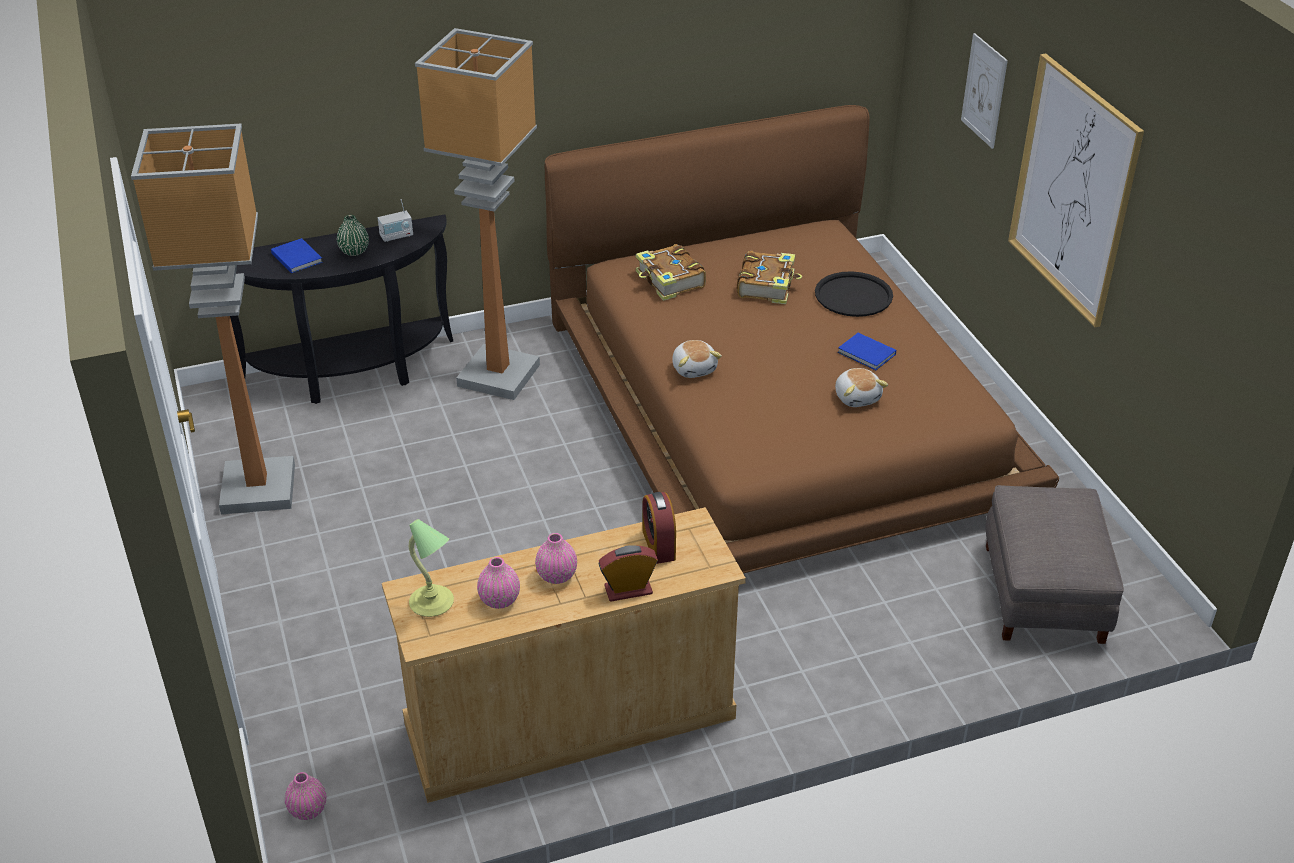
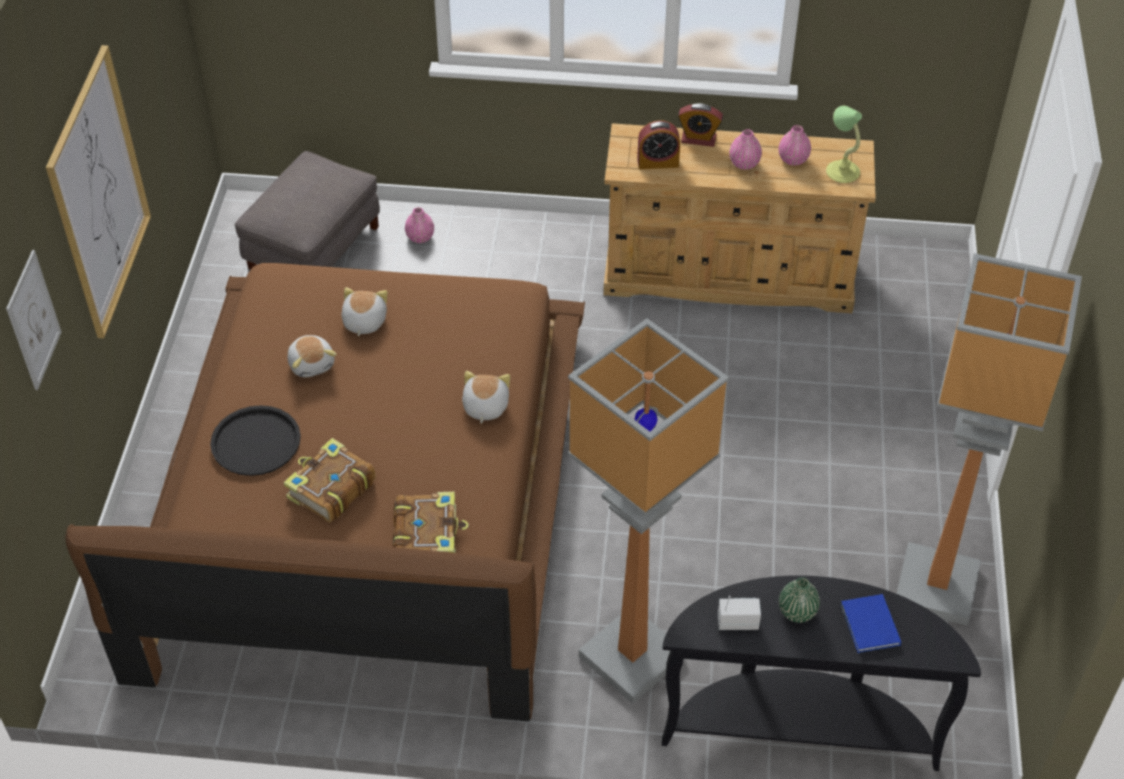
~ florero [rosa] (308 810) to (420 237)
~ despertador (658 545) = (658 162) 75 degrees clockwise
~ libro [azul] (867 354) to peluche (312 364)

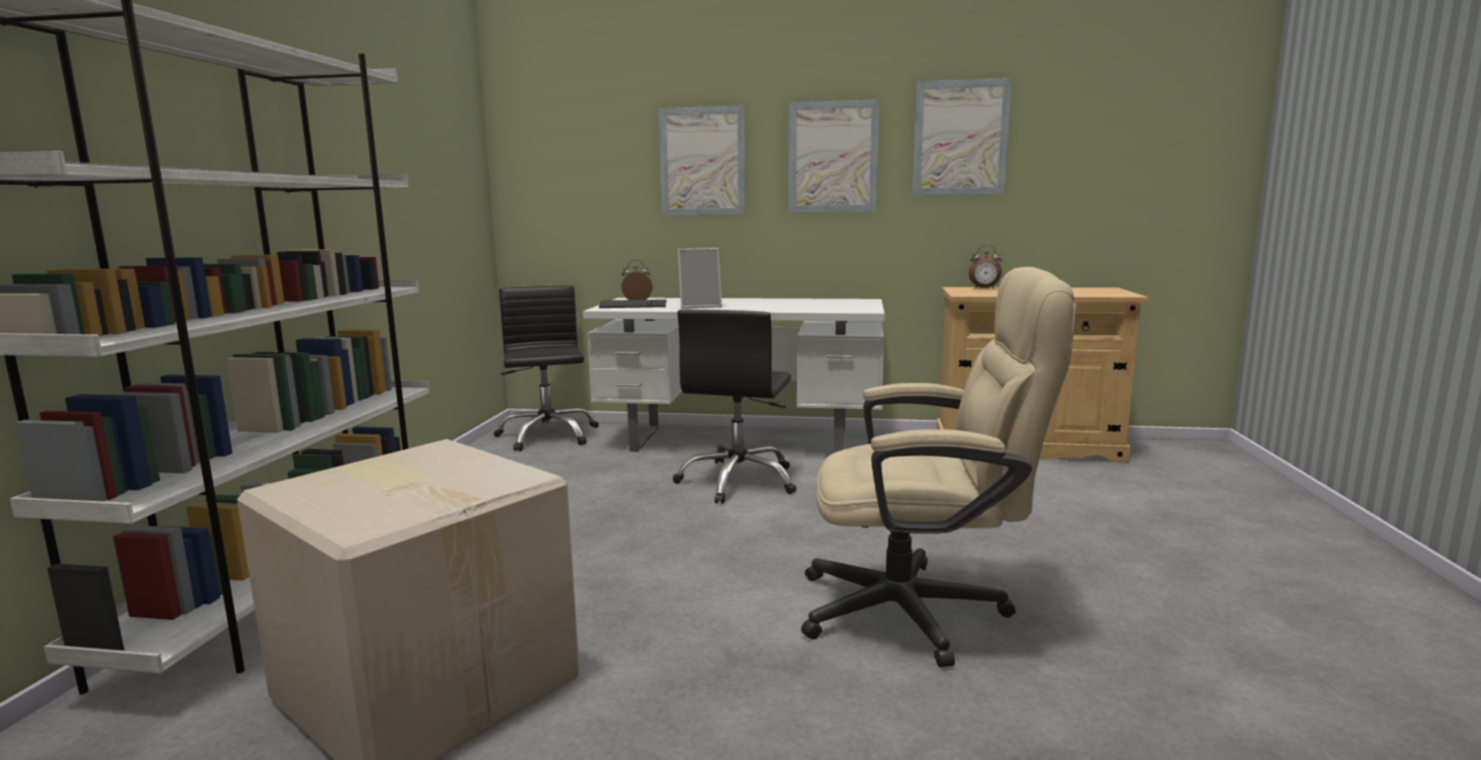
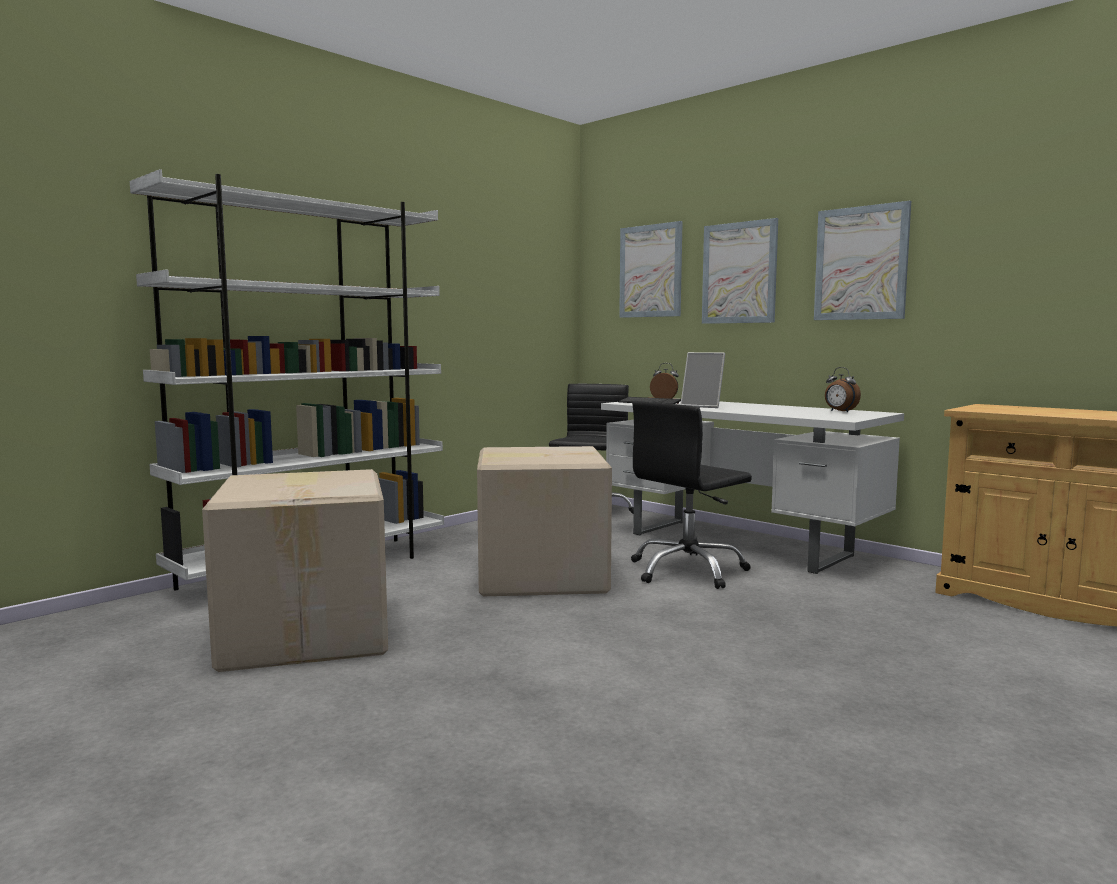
- silla de oficina [beis] (922 611)
~ cuadro (960 138) to (650 271)
~ despertador (984 288) to (840 411)
+ caja de cartón (539 575)

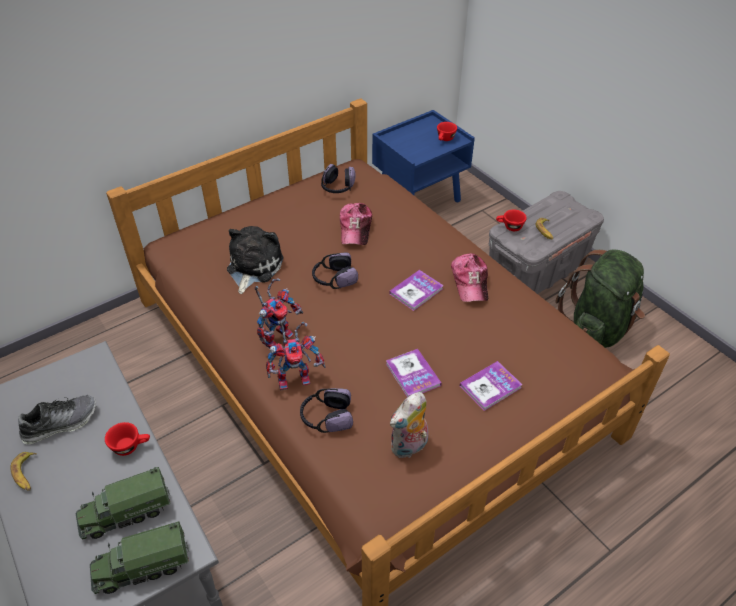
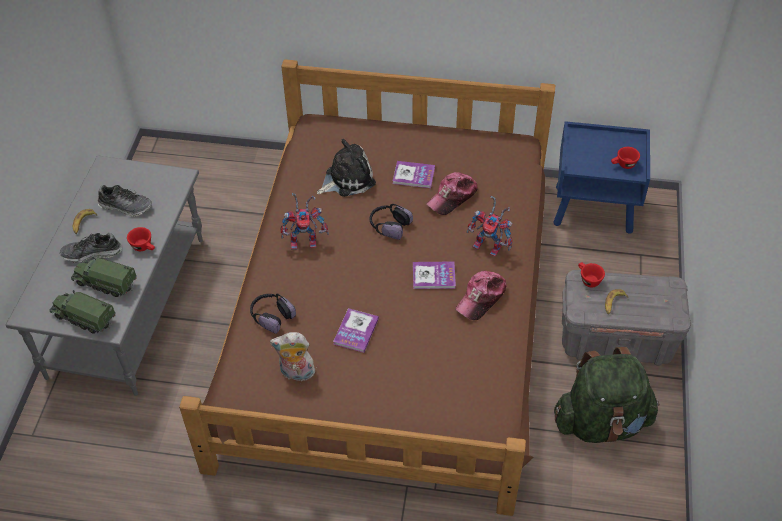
~ robot de juguete (296 377) to (490 246)
- auriculares (337 188)
~ libro (490 386) to (413 175)
+ zapato (92 253)

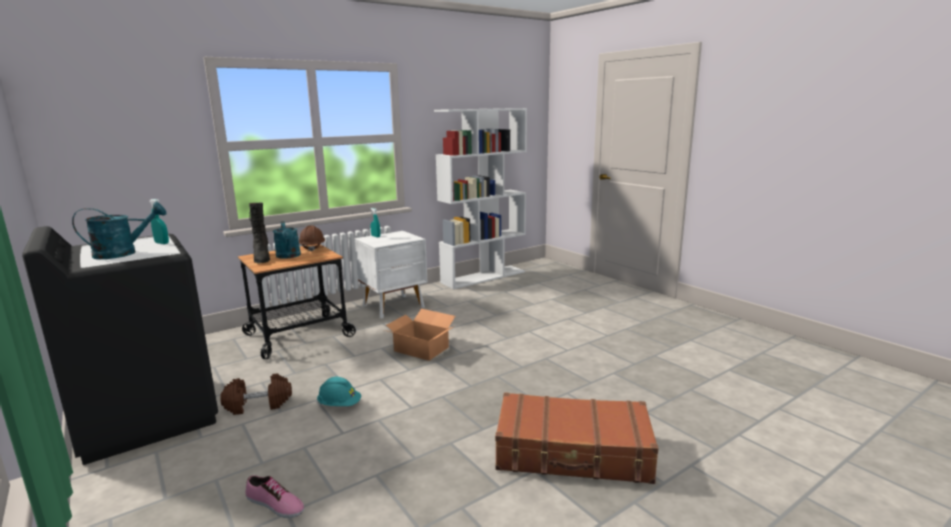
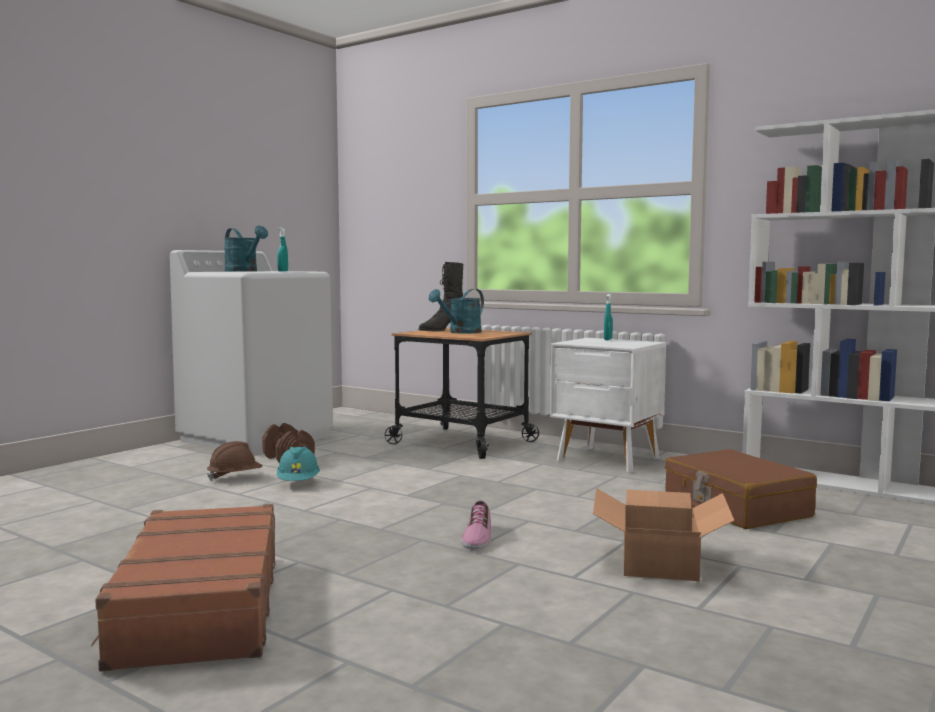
~ lavadora [negro] (147 416) to lavadora [blanco] (257 438)
~ zapato (274 505) to (476 537)
~ casco [marrón] (312 247) to (235 477)
~ caja de cartón (421 349) to (660 561)
+ maleta [marrón] (735 507)

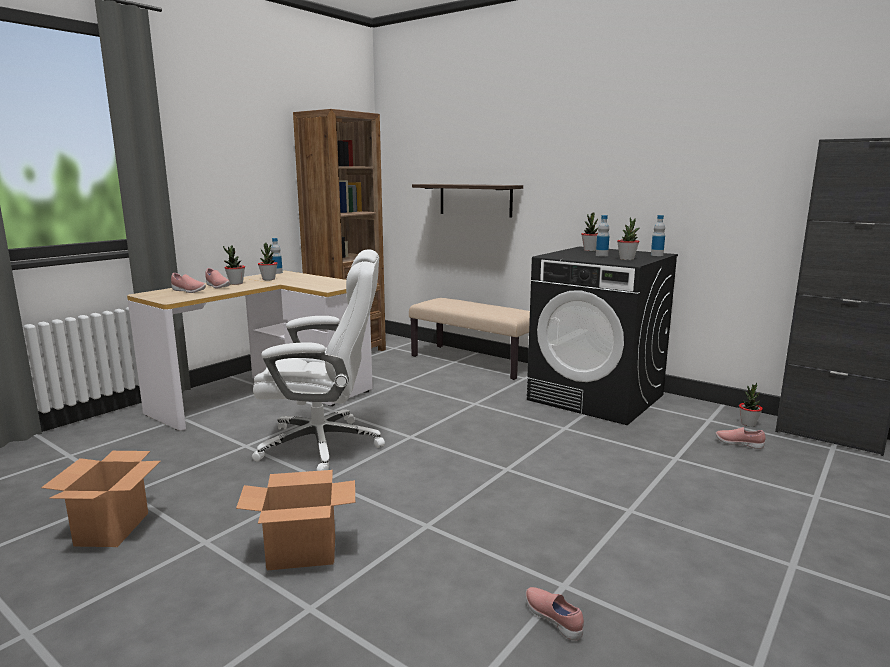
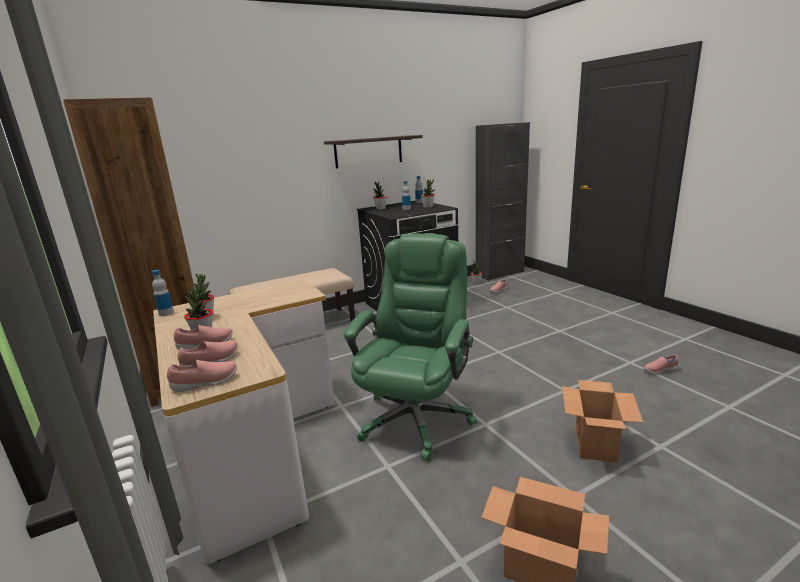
~ silla de oficina [blanco] (323 445) to silla de oficina [verde] (416 418)
~ estante (475 200) to (368 151)
+ zapato [rosa] (205 383)

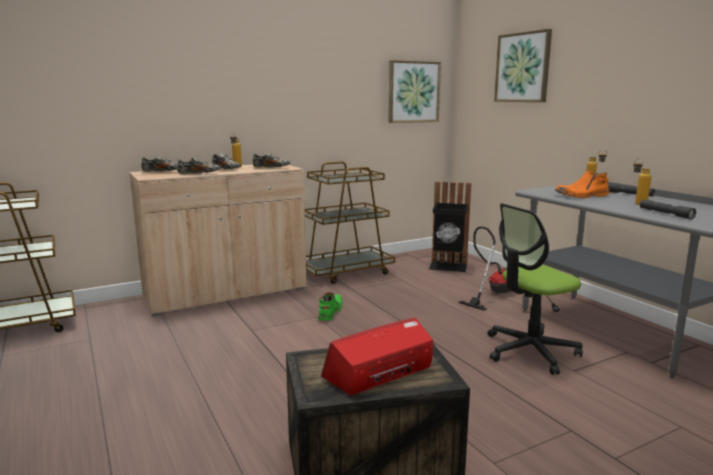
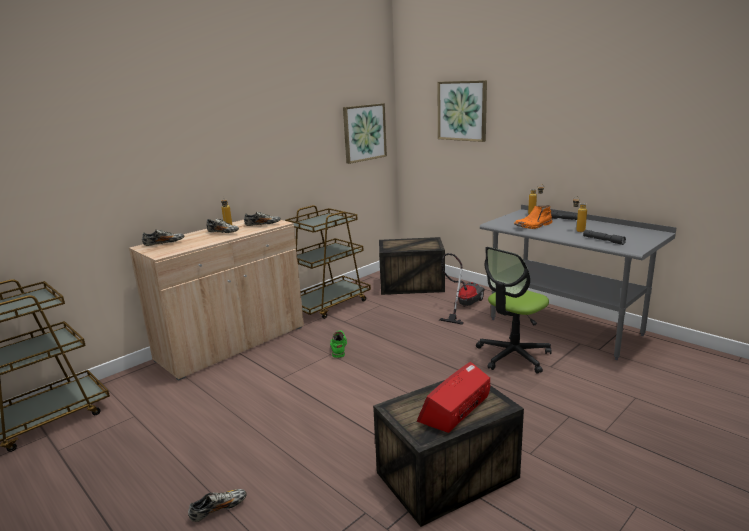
~ zapato (199 174) to (218 510)
~ papelera [negro] (448 266) to caja de embalaje (412 285)

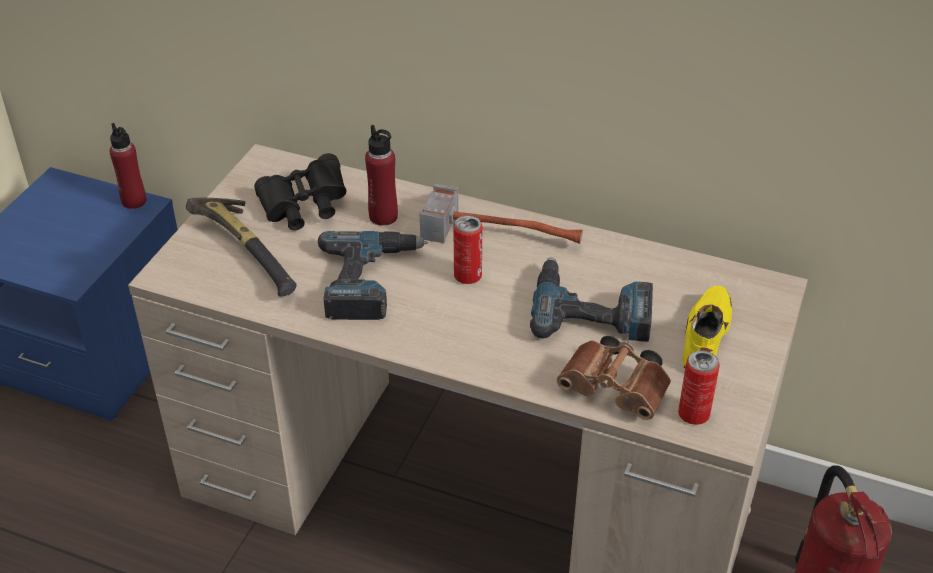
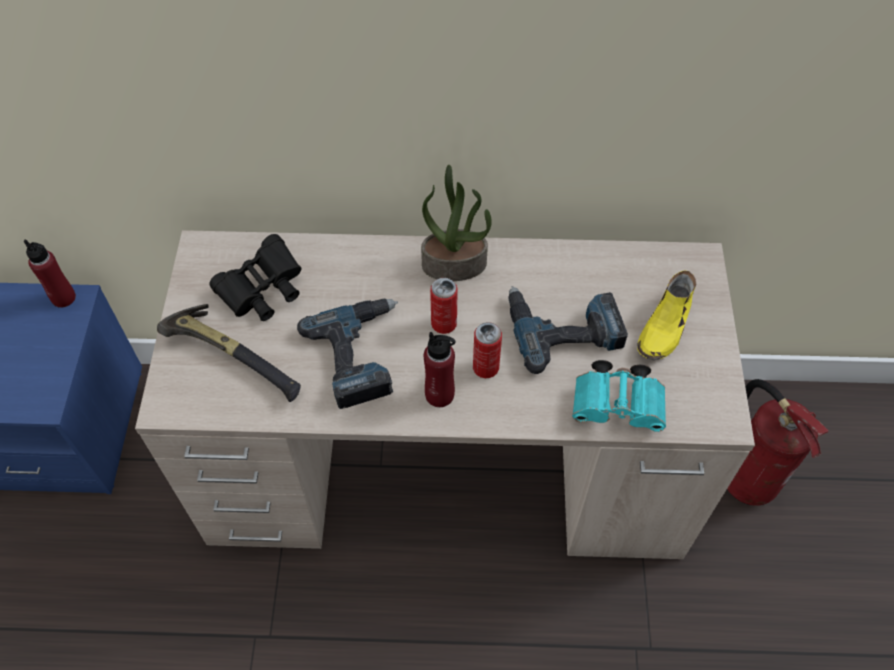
~ botella [rojo] (383 216) to (439 394)
~ martillo (505 230) to planta en maceta (455 264)
~ prismáticos [marrón] (617 391) to prismáticos [turquesa] (620 406)
~ lata (693 414) to (485 368)
~ zapato [amarillo] (704 336) = (665 327) 150 degrees counterclockwise

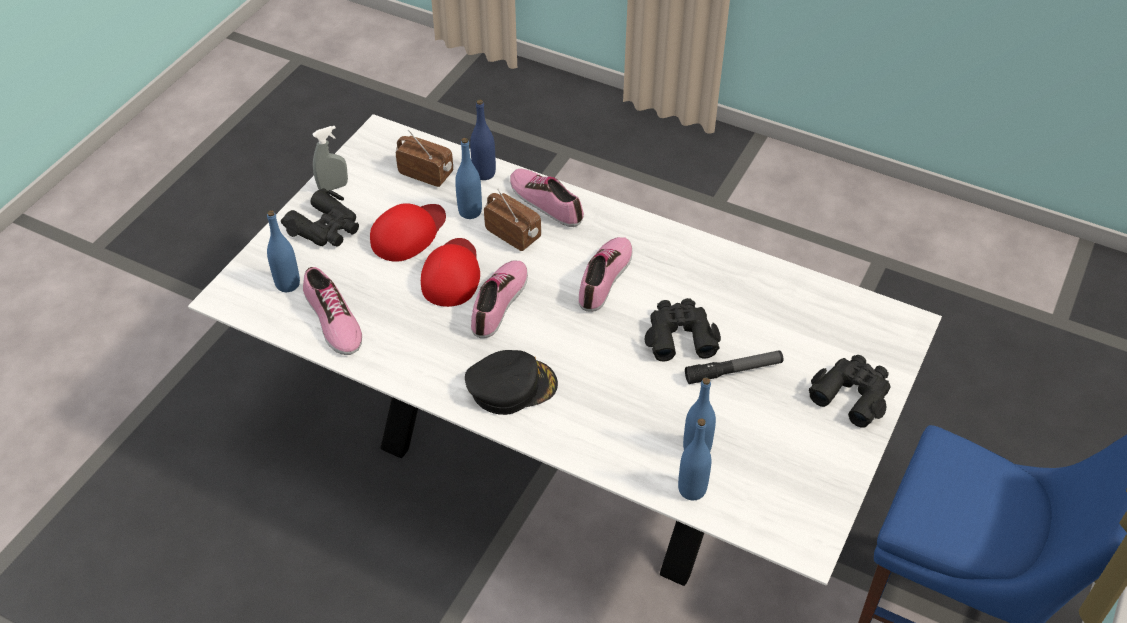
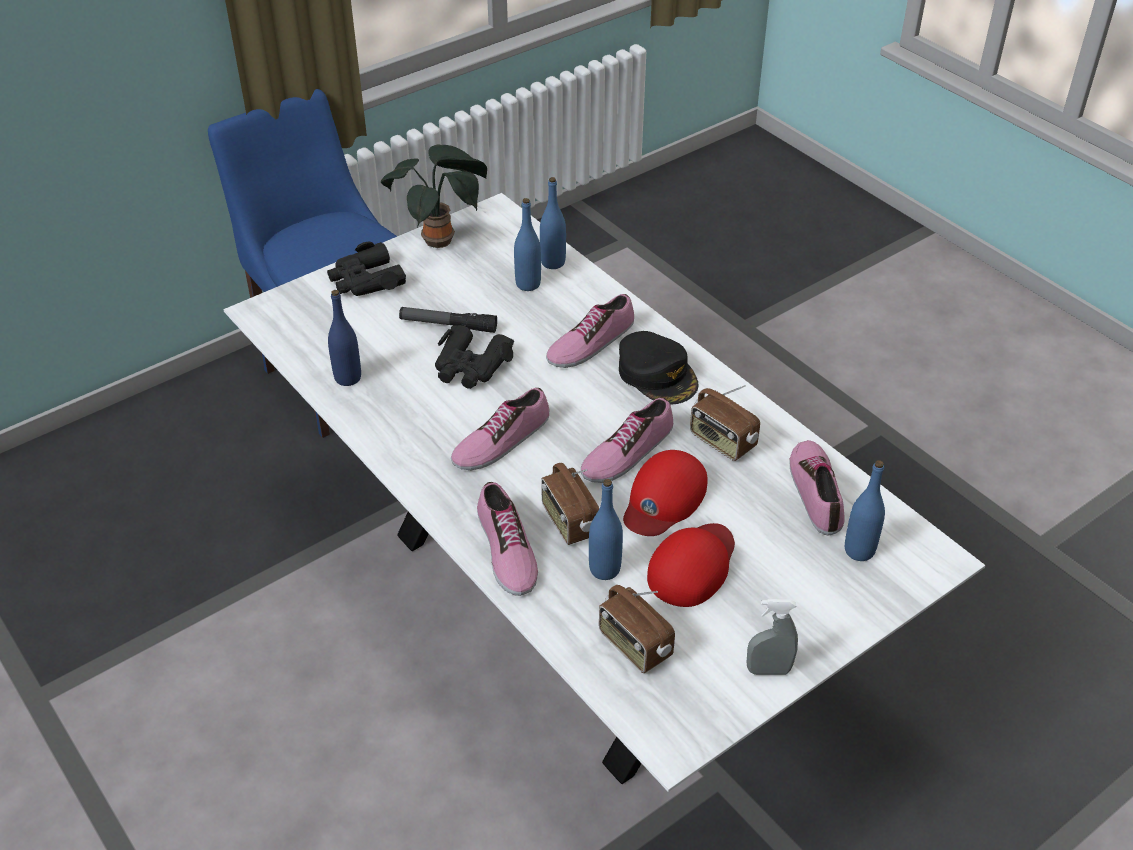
- prismáticos [negro] (326 228)
~ gorra [rojo] (408 233) = (692 566) 150 degrees clockwise
~ gorra [negro] (511 386) = (657 374) 135 degrees counterclockwise
~ botella [azul] (484 173) to (348 378)
+ planta en maceta (441 239)
+ zapato (590 342)
+ radio (722 442)

